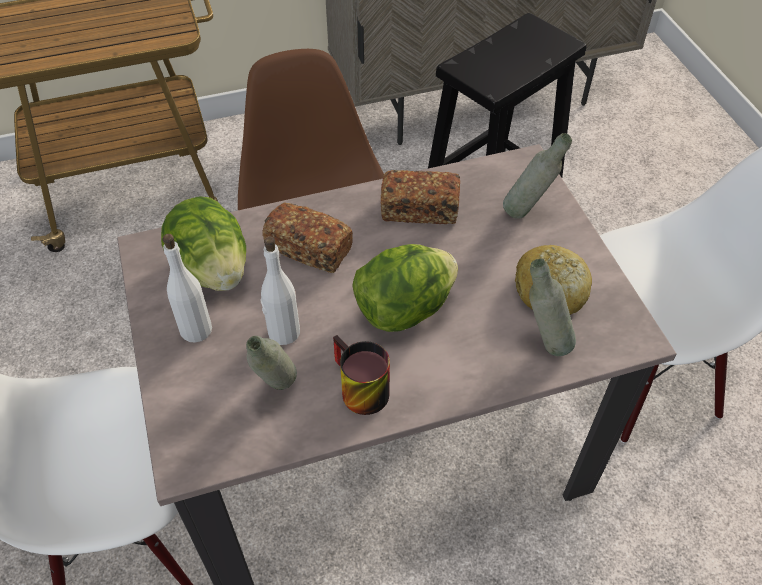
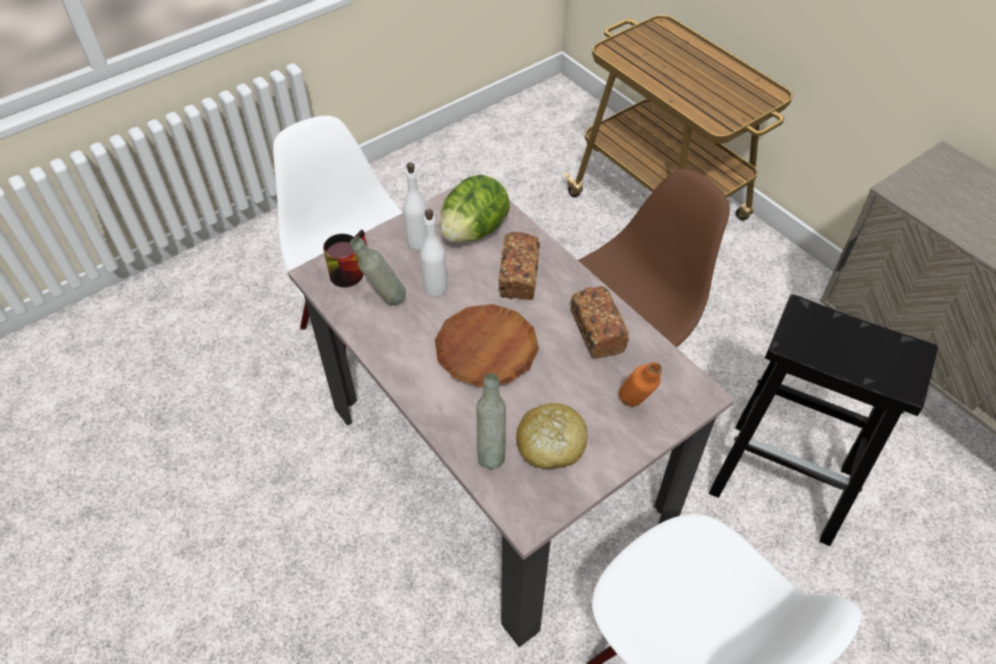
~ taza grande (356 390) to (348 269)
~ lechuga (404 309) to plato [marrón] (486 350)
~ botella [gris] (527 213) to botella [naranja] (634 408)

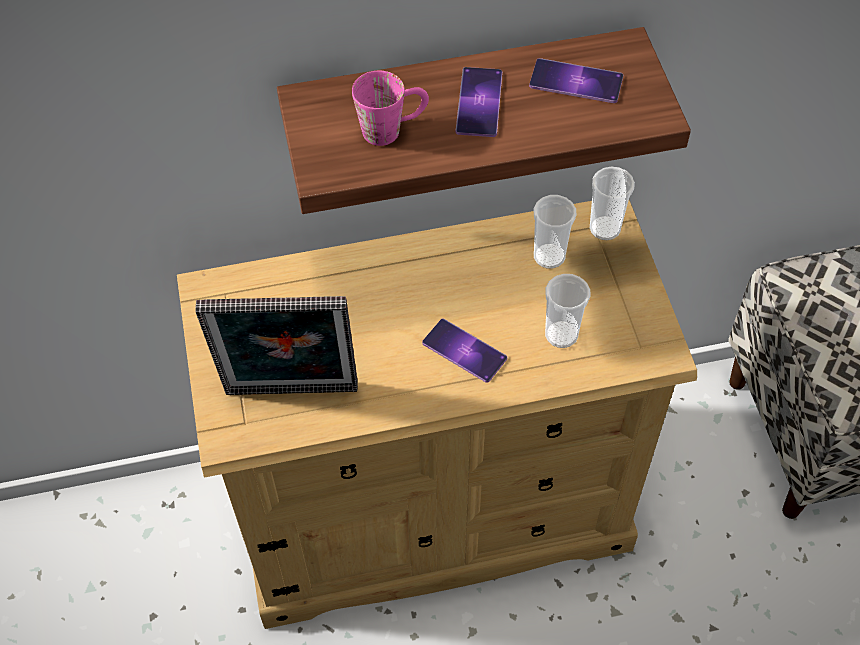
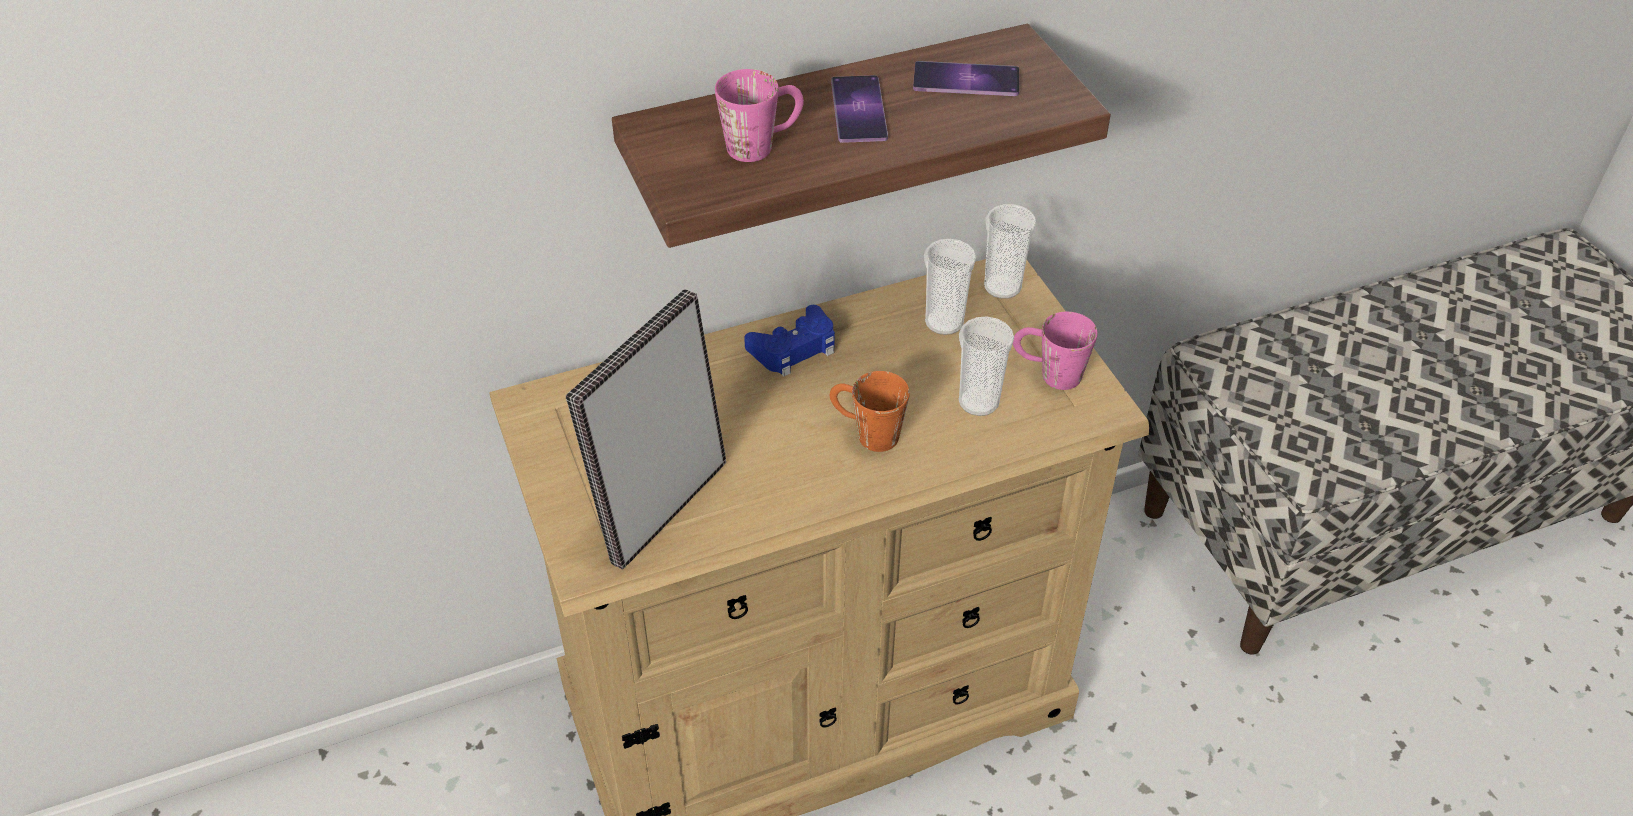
~ portarretratos (291 396) = (661 507) 135 degrees clockwise
~ móvil (464 350) to taza grande [naranja] (865 432)
+ mando de consola [azul] (794 348)
+ taza grande [rosa] (1048 373)

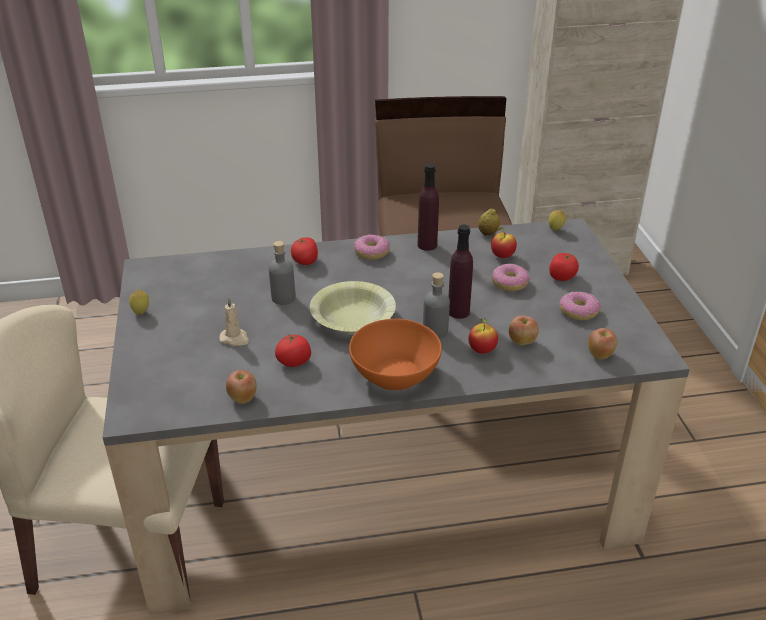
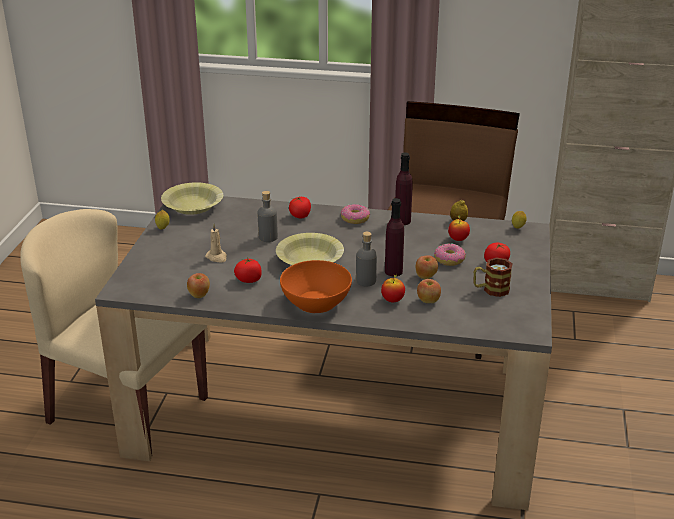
~ rosquilla (578 311) to taza grande (490 289)
~ manzana (600 355) to (426 277)
+ cuenco [amarillo] (193 207)

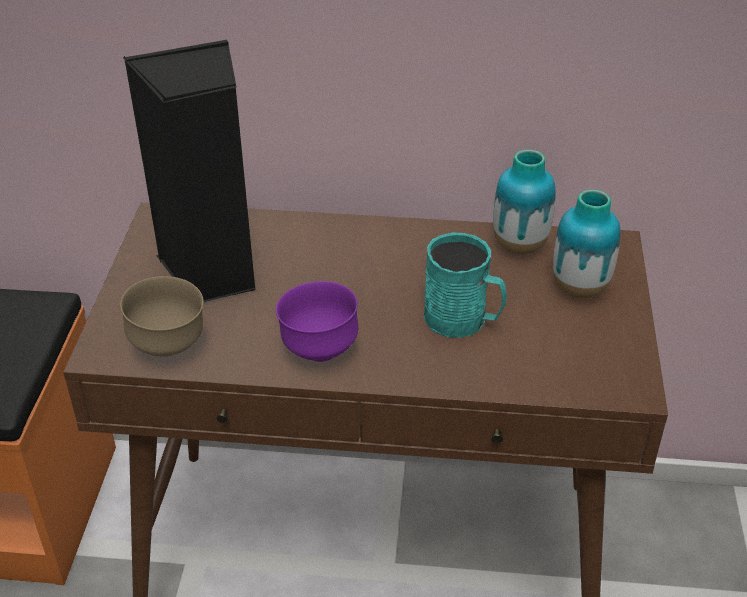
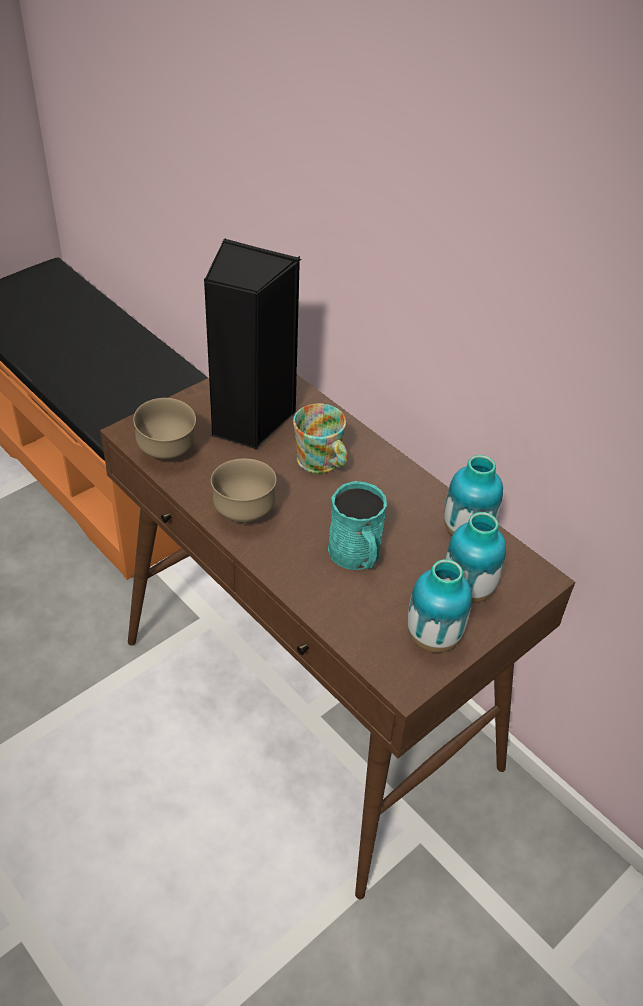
~ cuenco [morado] (319 350) to cuenco [marrón] (244 513)
+ taza grande (321 463)
+ florero (432 638)

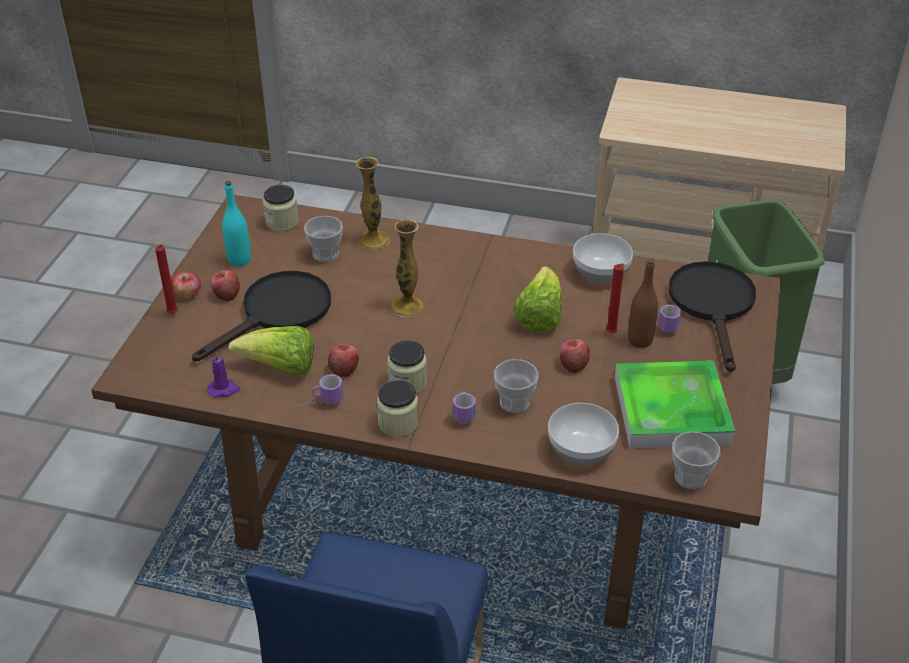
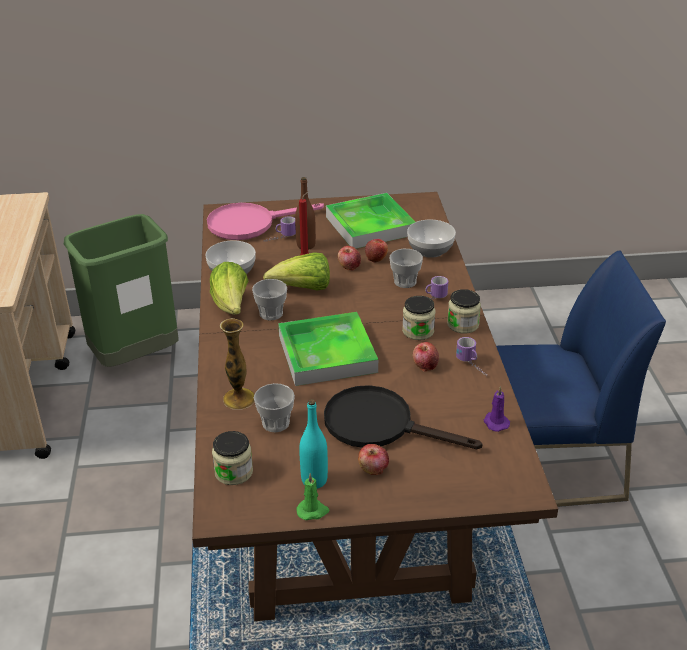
- vela [rojo] (173 314)
~ manzana (188 295) to (376 258)
~ lechuga (280 368) to (231 306)
~ florero (407 306) to bandeja (327 354)
~ sartén [negro] (713 305) to sartén [rosa] (250 224)
~ taza (690 477) to (271 313)
+ vela [verde] (313 511)

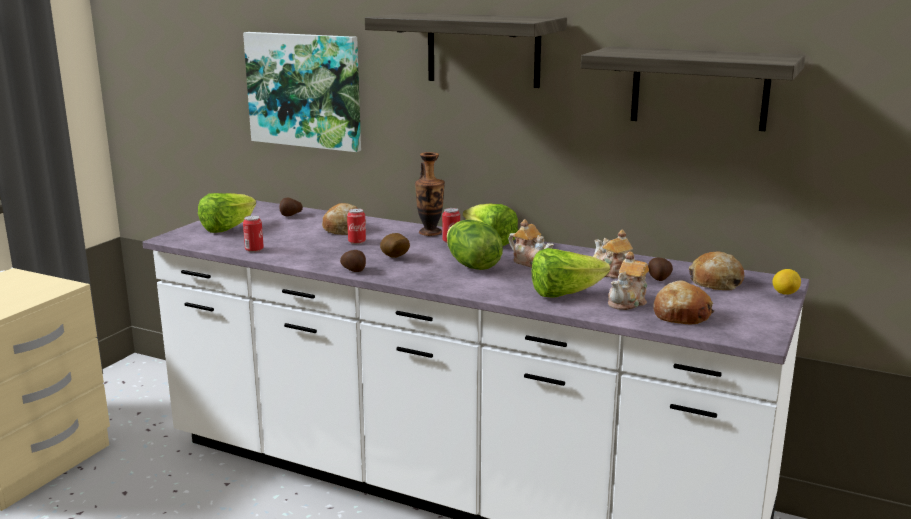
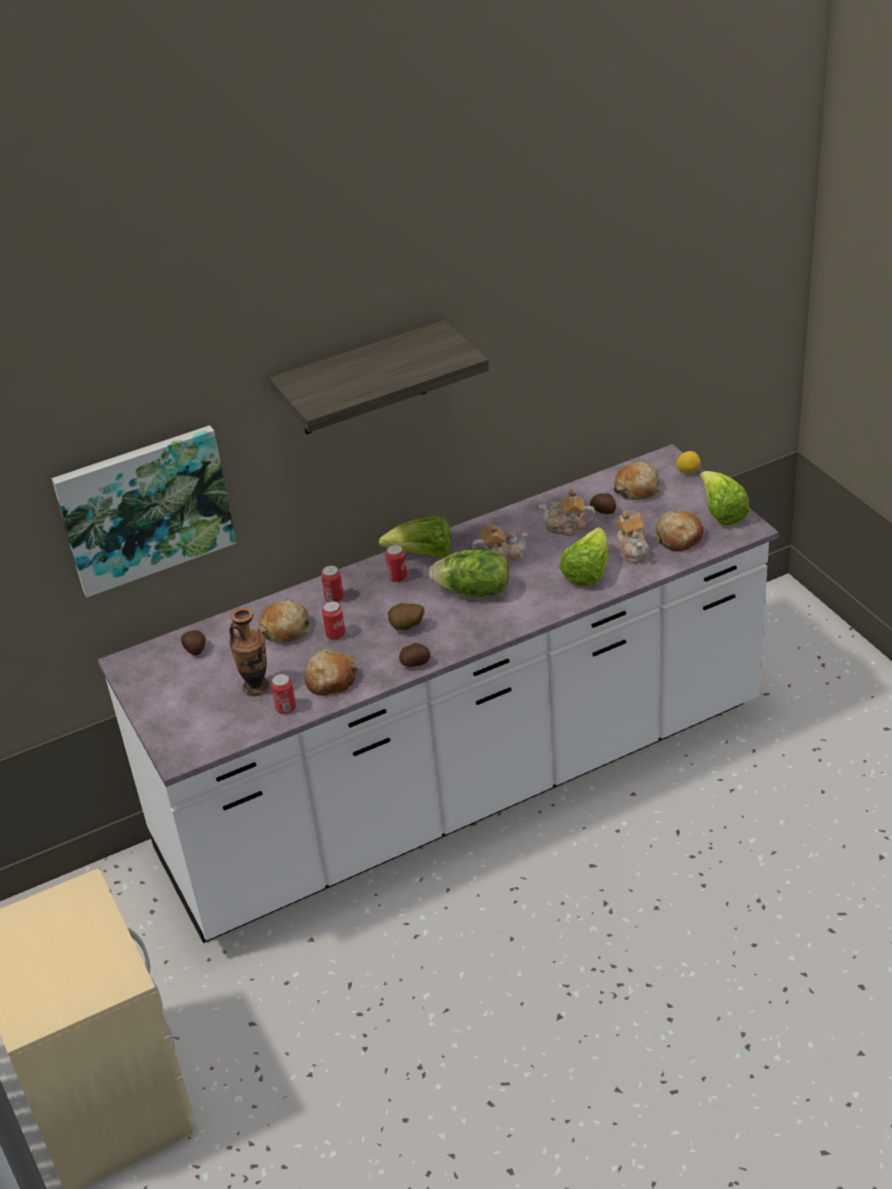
~ lechuga (228 228) to (721 513)
~ florero (430 233) to (256 687)
- estante (699 88)
+ pan (330 680)
+ lata (334 598)

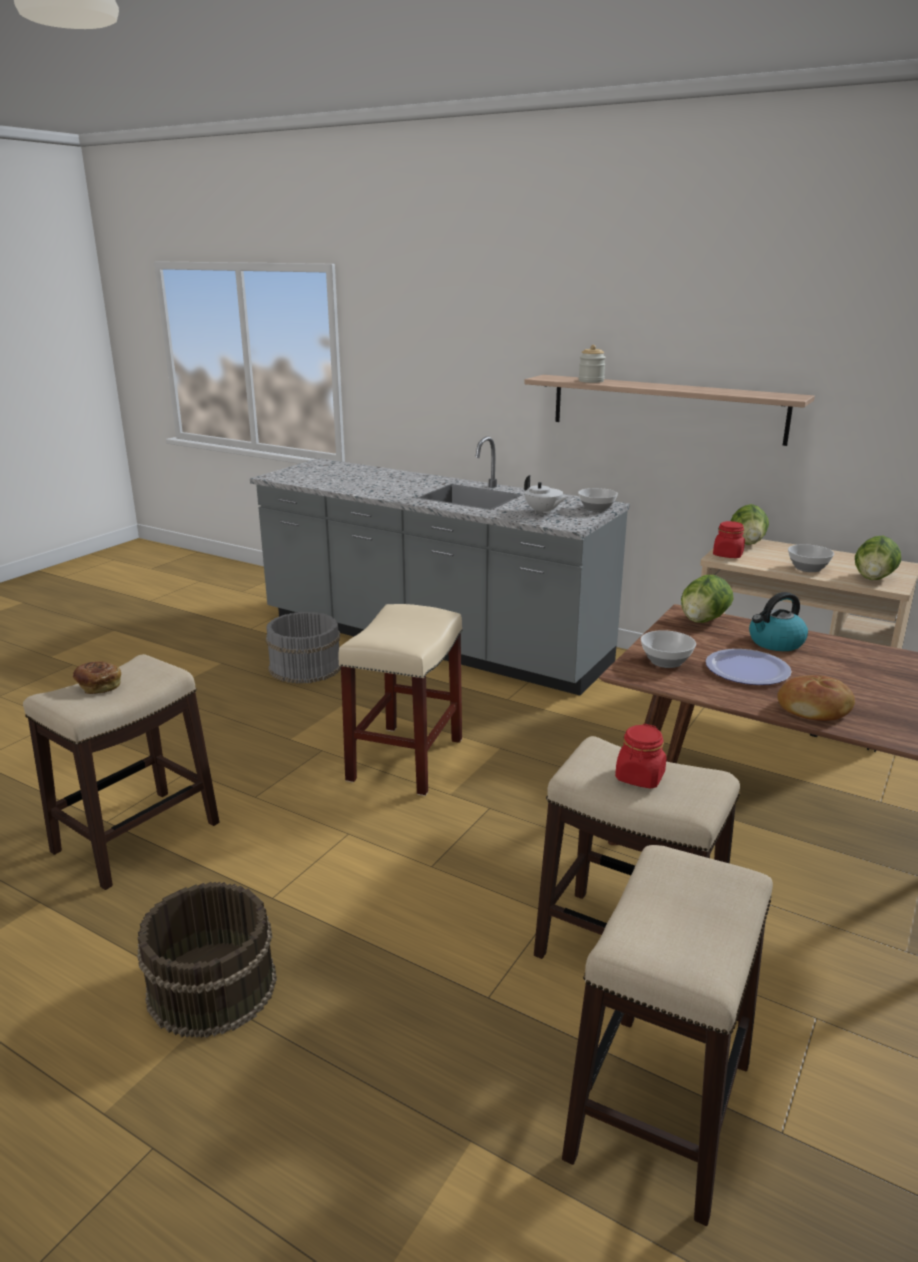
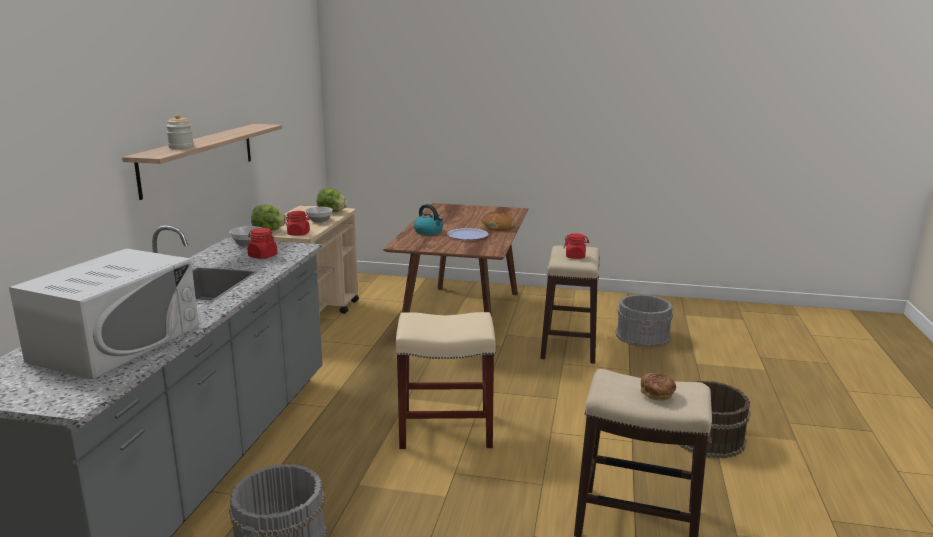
~ tetera [blanco] (543 512) to tarro [rojo] (262 256)
~ taburete (659 1111) to cubo [gris] (643 336)
- cuenco (665 661)
- lechuga (703 620)
+ microondas [blanco] (117 343)

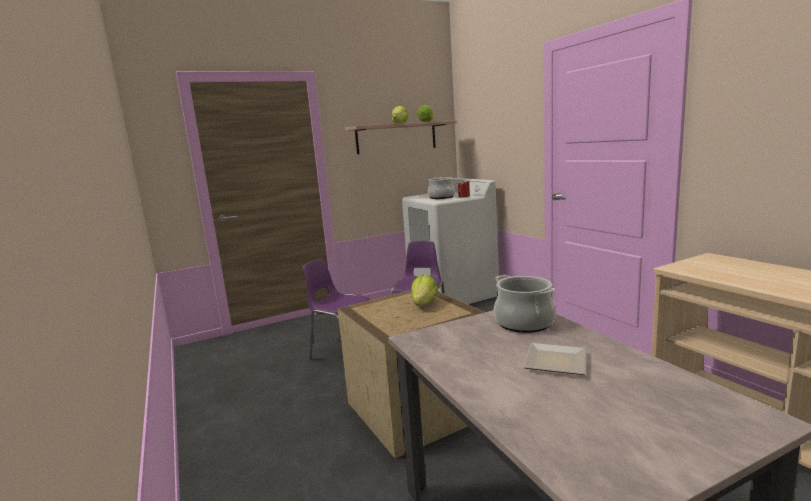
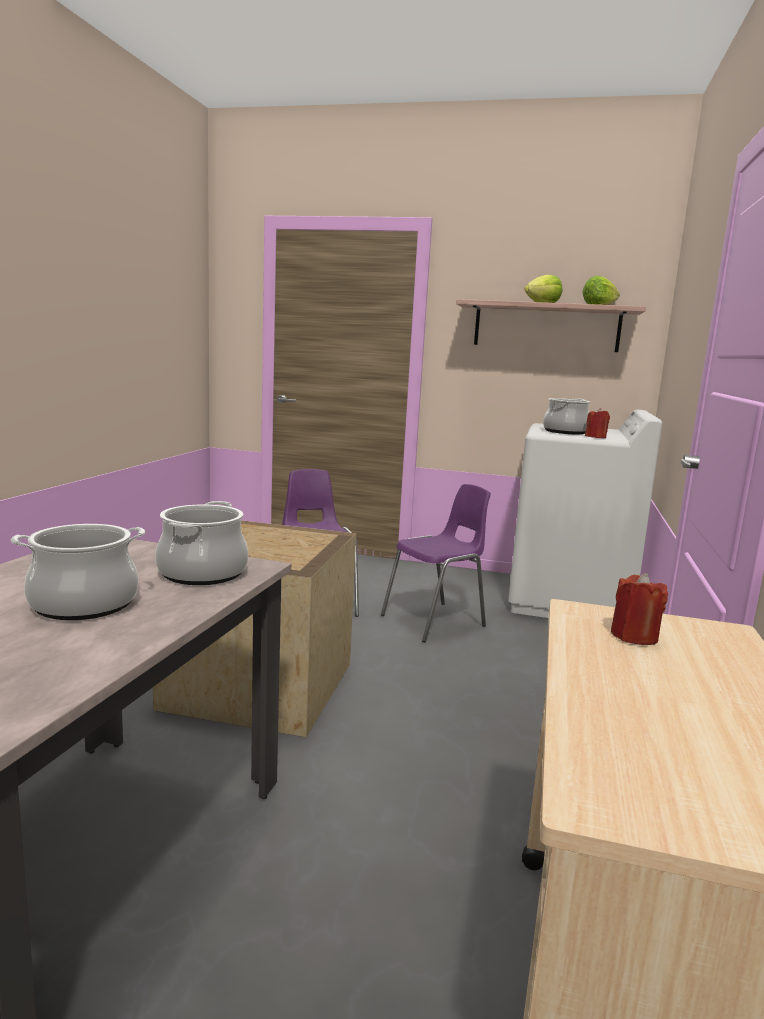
- lechuga (423 304)
~ plato (553 361) to olla (84 604)
+ vela [rojo] (634 636)

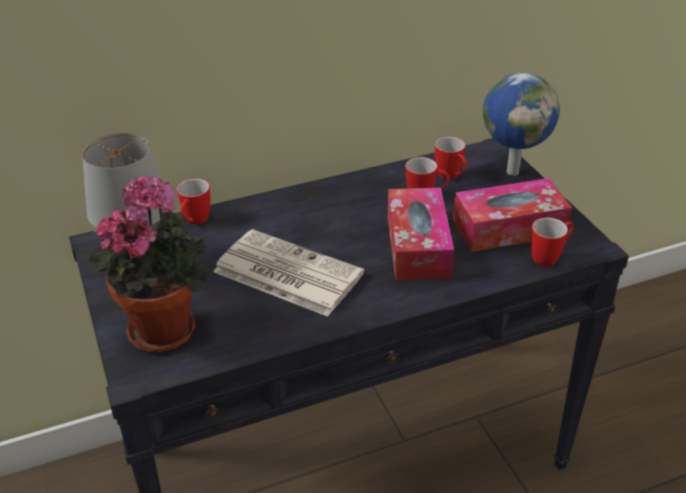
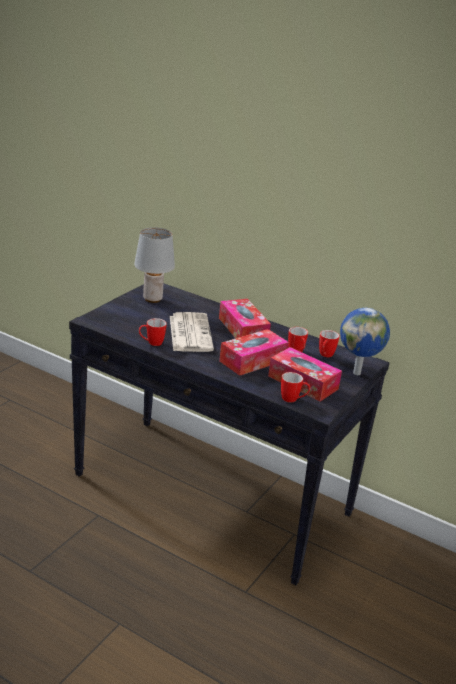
- planta en maceta (166 327)
~ taza grande (195 222) to (151 343)
+ caja de pañuelos (243 329)

